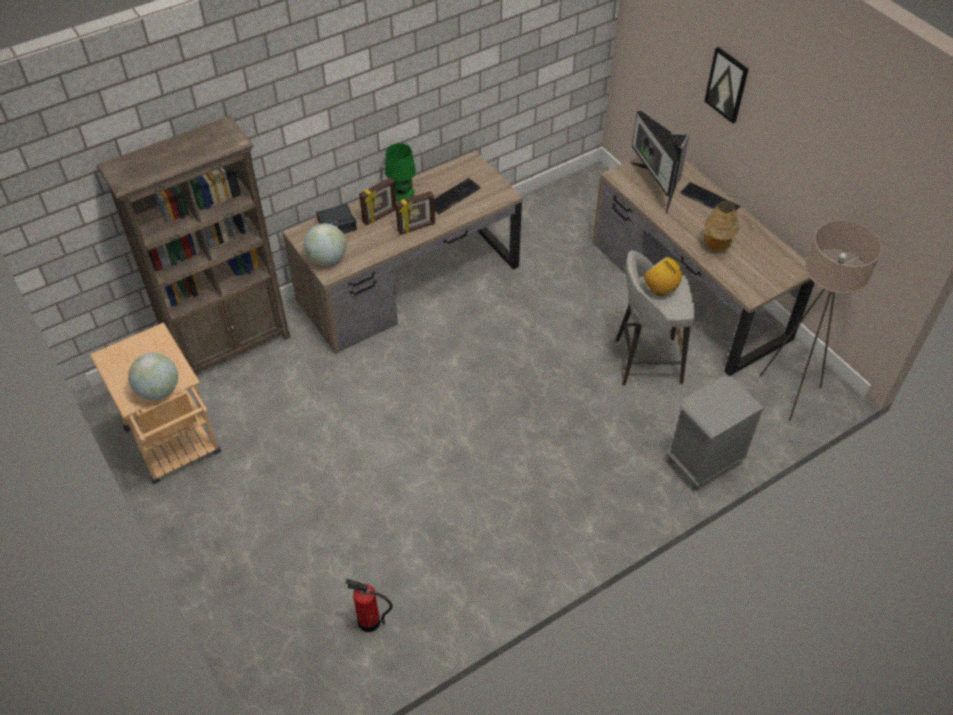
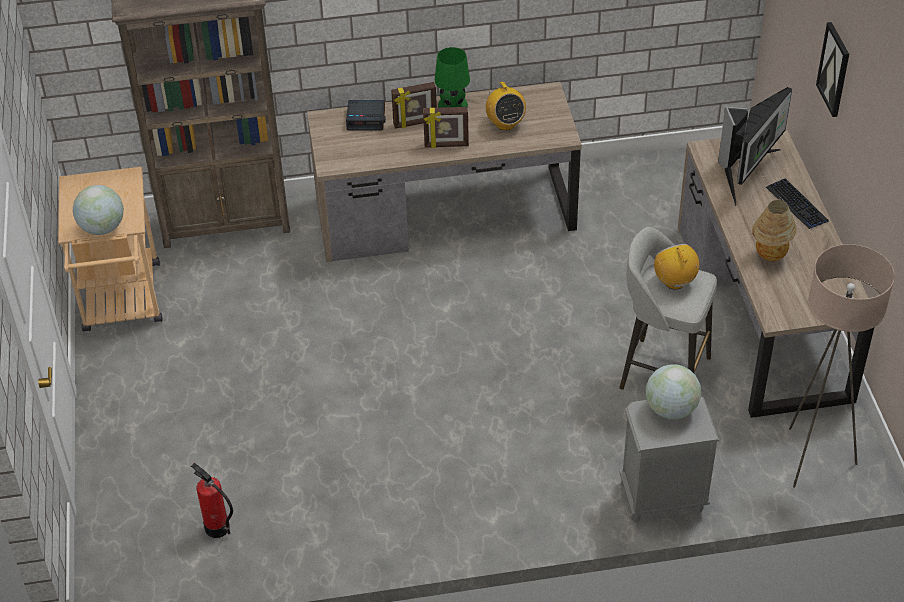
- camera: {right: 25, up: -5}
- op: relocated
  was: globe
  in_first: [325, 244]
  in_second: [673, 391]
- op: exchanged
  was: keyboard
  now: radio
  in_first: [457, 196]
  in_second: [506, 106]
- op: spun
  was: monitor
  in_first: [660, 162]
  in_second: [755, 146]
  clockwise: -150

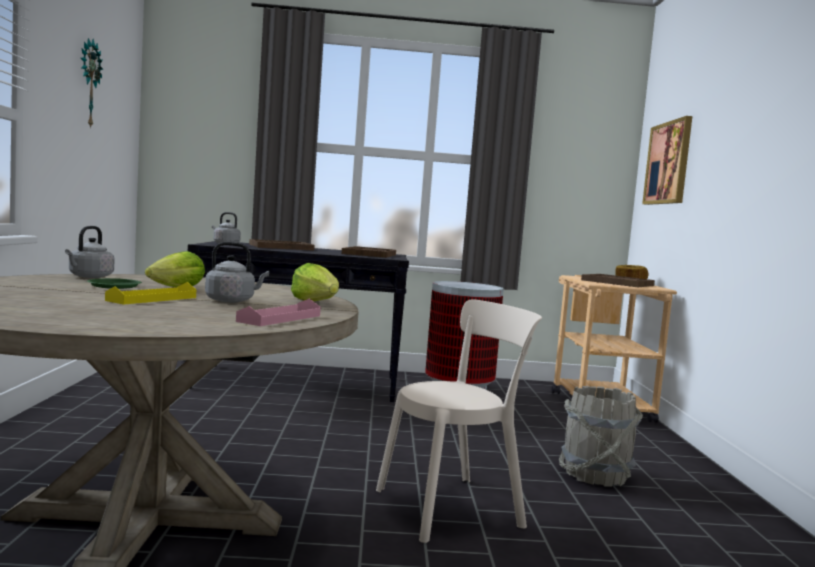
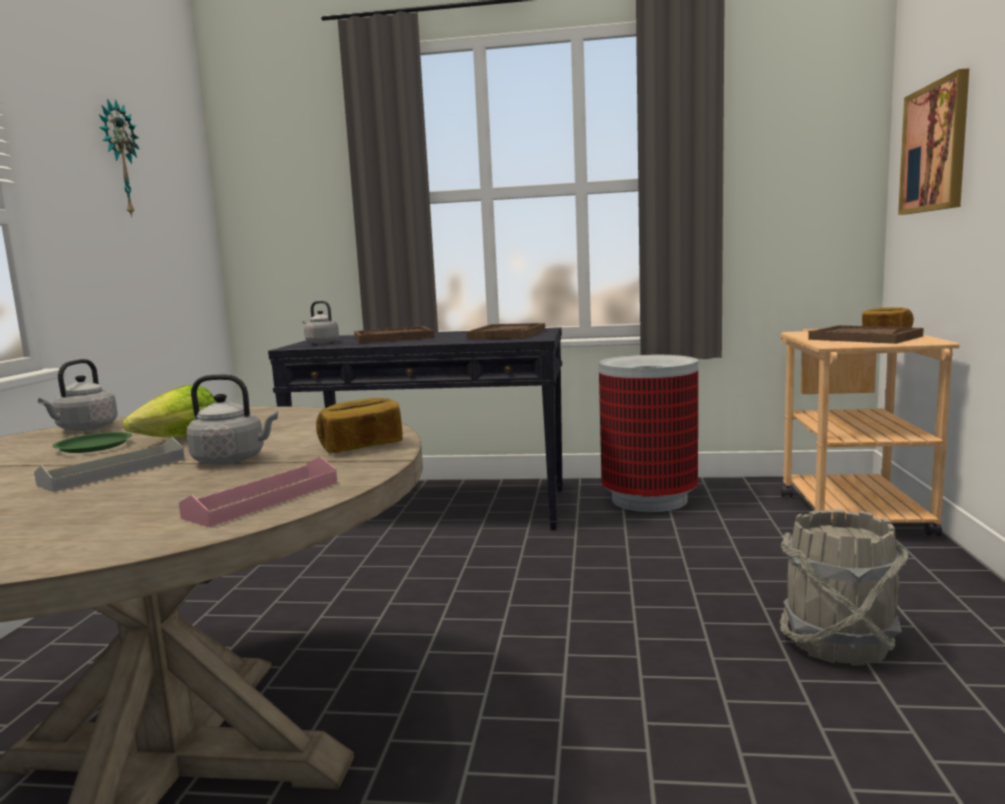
- camera: {right: 10, up: 5}
- op: colour
  was: tray in yellow
  now: tray in grey
  in_first: [150, 293]
  in_second: [109, 464]
- op: exchanged
  was: lettuce
  now: bread
  in_first: [315, 282]
  in_second: [359, 425]
- op: missing
  was: chair in beige
  in_first: [459, 421]

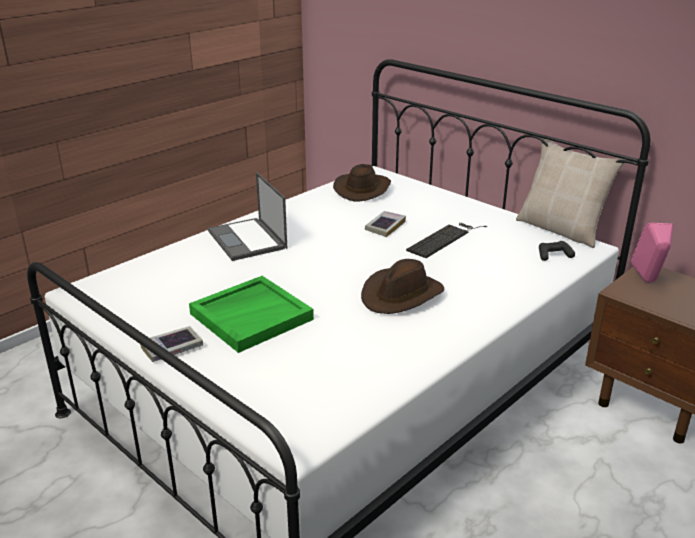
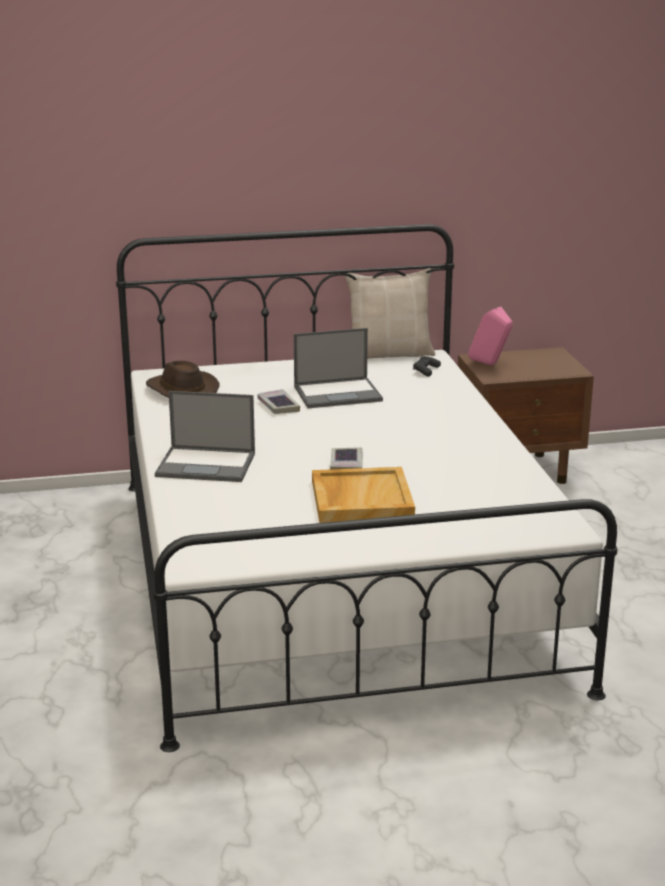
- camera: {right: -55, up: -5}
- op: relocated
  was: book
  in_first: [172, 344]
  in_second: [346, 458]
- op: colour
  was: tray in green
  now: tray in beige
  in_first: [251, 314]
  in_second: [363, 495]
- op: missing
  was: hat in brown
  in_first: [402, 286]
- op: exchanged
  was: keyboard
  now: laptop
  in_first: [446, 240]
  in_second: [338, 368]

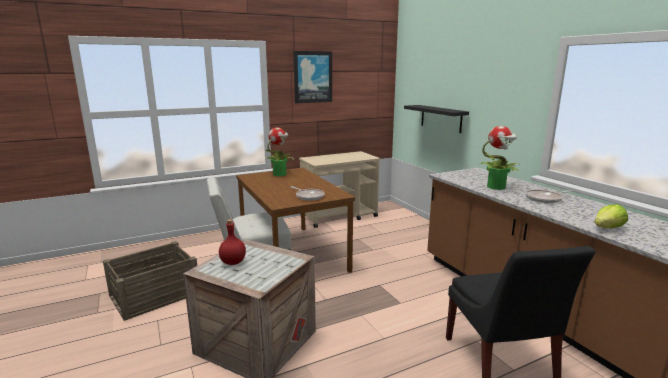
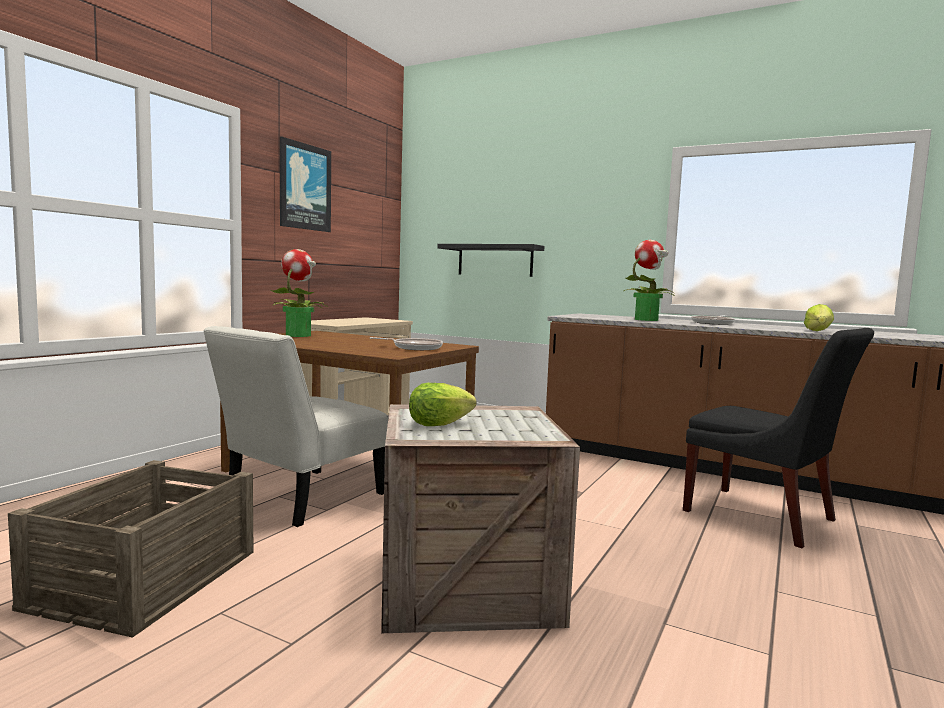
- camera: {right: -35, up: -10}
- op: exchanged
  was: bottle in red
  now: lettuce
  in_first: [232, 242]
  in_second: [442, 404]

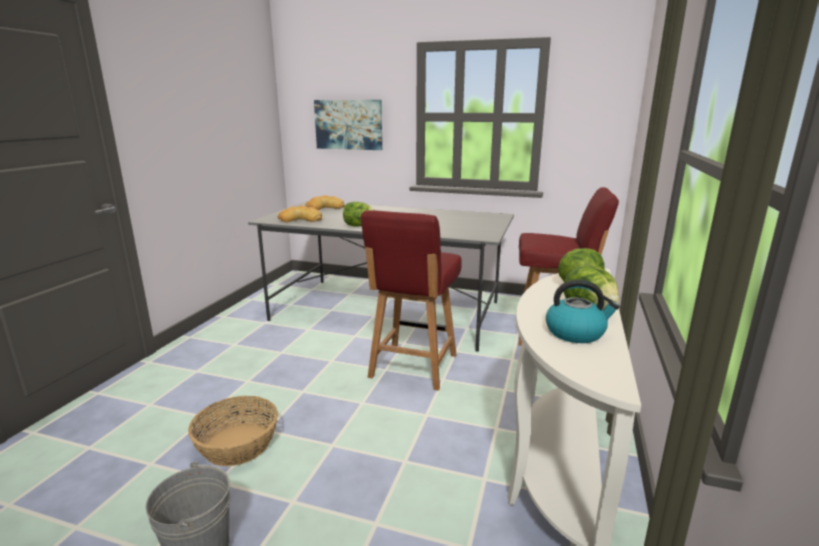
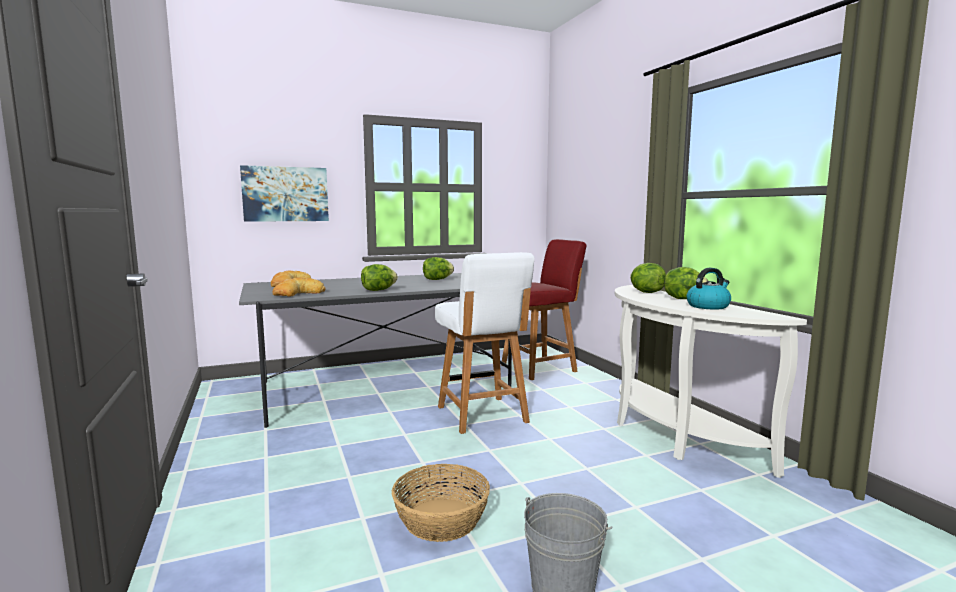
- camera: {right: -40, up: -10}
- op: colour
  was: chair in red
  now: chair in white
  in_first: [411, 300]
  in_second: [485, 343]
- op: appeared
  now: lettuce
  in_second: [438, 268]

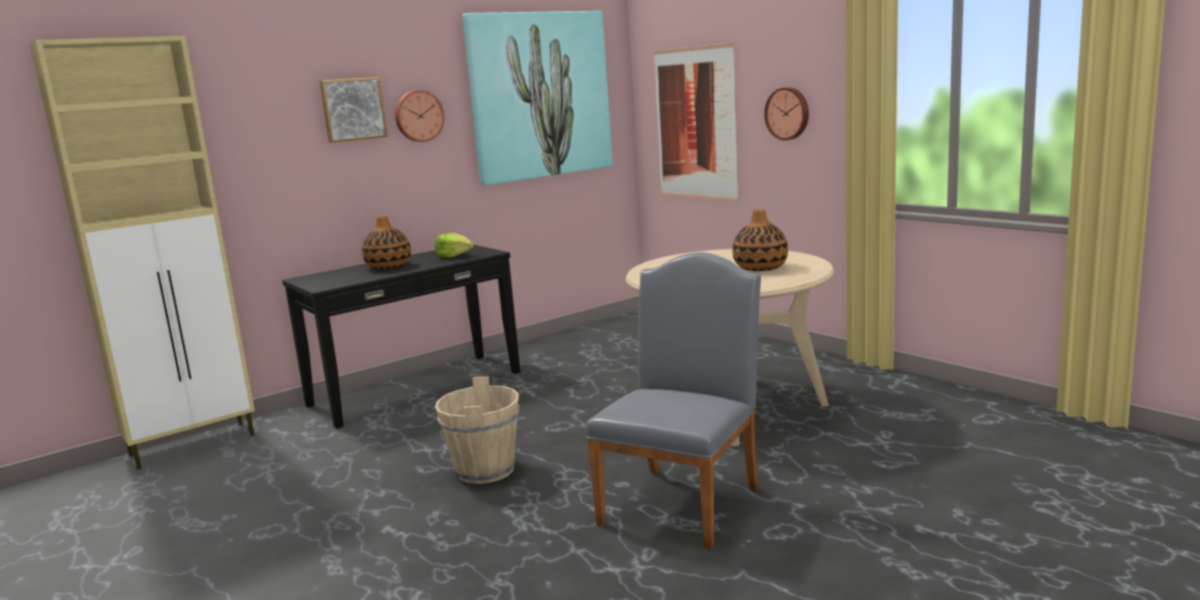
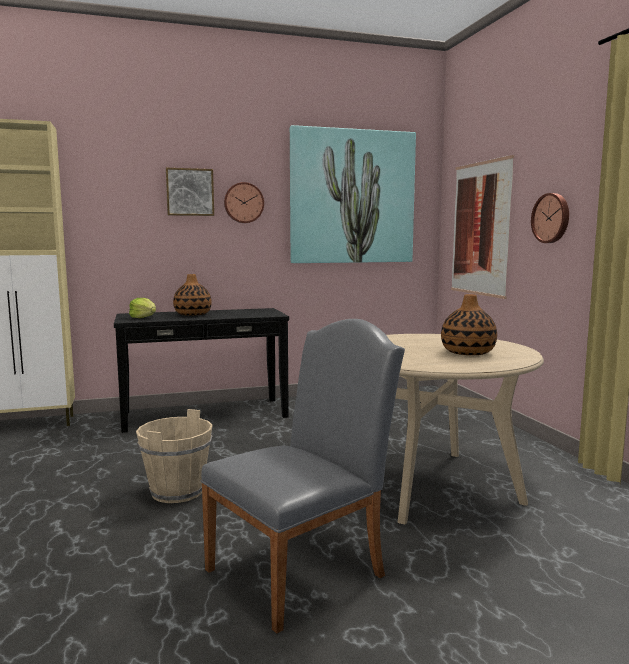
- camera: {right: 20, up: -5}
- op: relocated
  was: lettuce
  in_first: [454, 245]
  in_second: [142, 308]

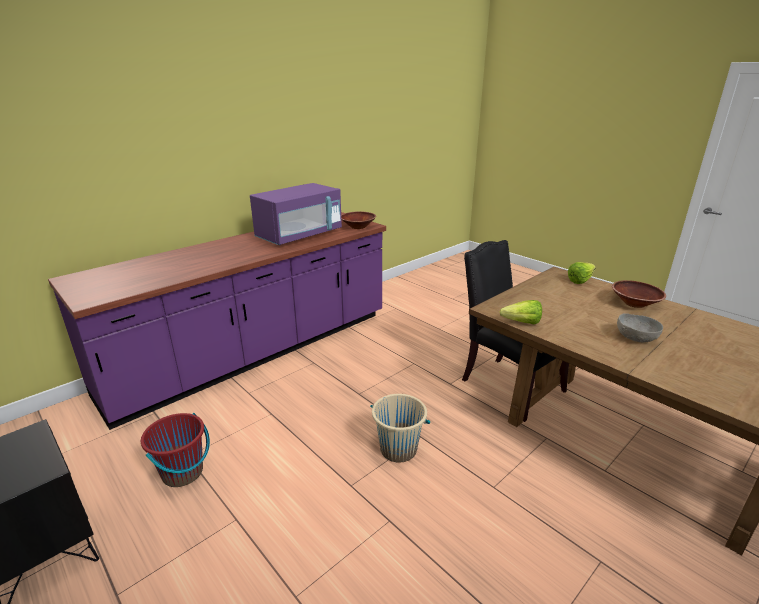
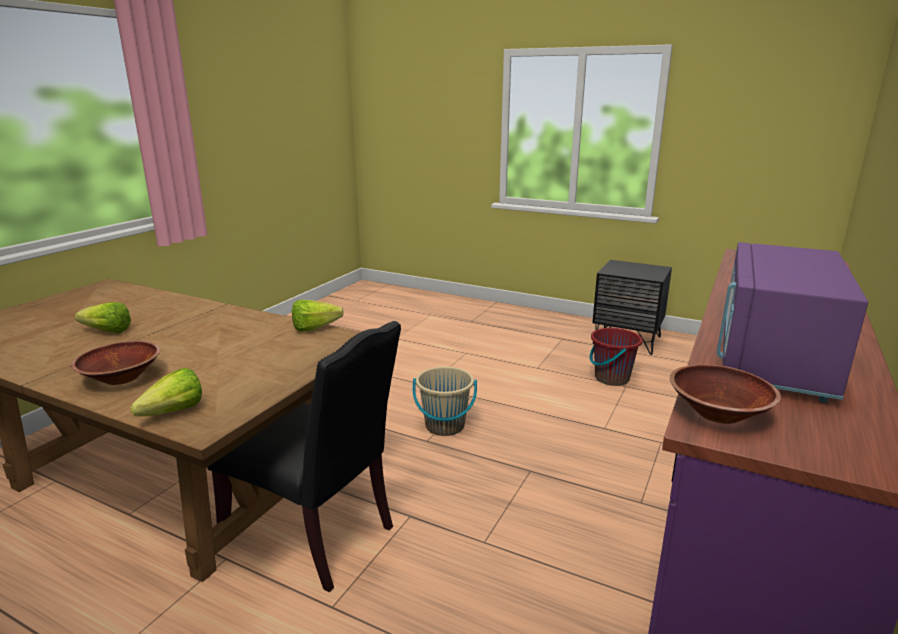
- camera: {right: 160, up: -5}
- op: missing
  was: bowl in grey
  in_first: [640, 327]
- op: appeared
  now: lettuce
  in_second: [103, 317]

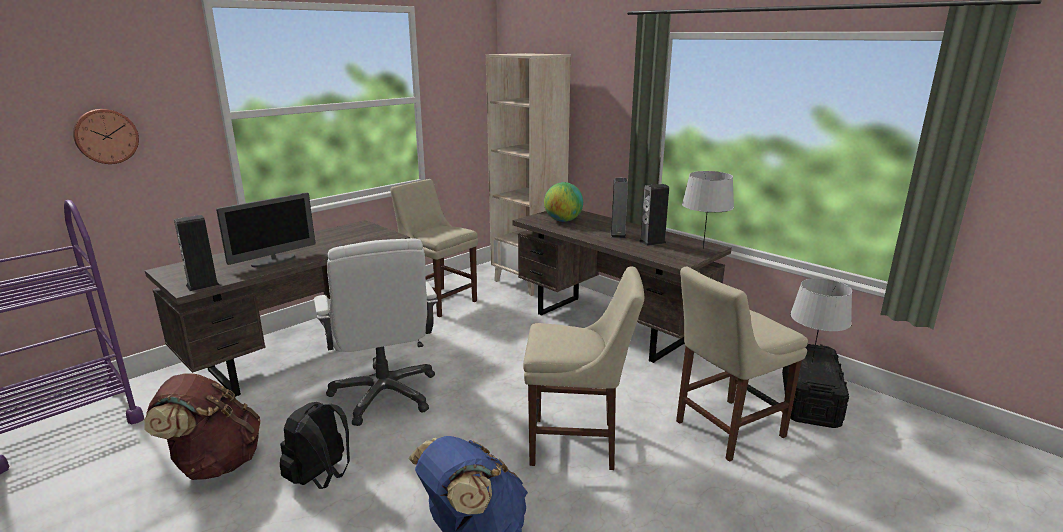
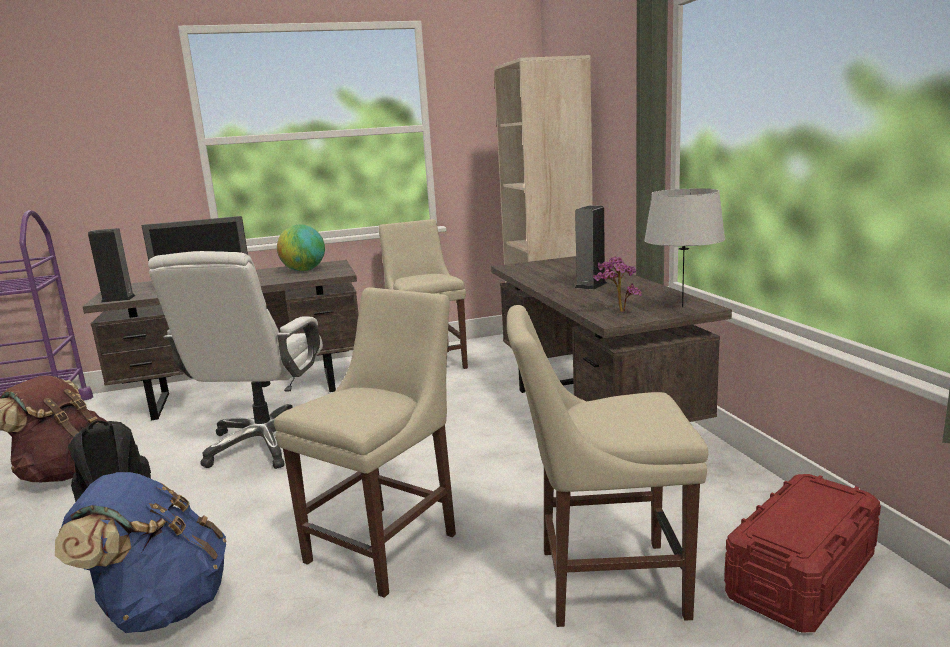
- camera: {right: 30, up: -5}
- op: missing
  was: wall clock
  in_first: [106, 136]
- op: spun
  was: chair in beige
  in_first: [583, 368]
  in_second: [365, 442]
  clockwise: -90
- op: relocated
  was: globe
  in_first: [563, 202]
  in_second: [301, 247]
- op: missing
  was: speaker
  in_first: [654, 215]
- op: colour
  was: storage box in black
  now: storage box in red
  in_first: [815, 386]
  in_second: [802, 553]
- op: missing
  was: table lamp in grey
  in_first: [821, 320]
- op: appeared
  now: potted plant
  in_second: [617, 284]

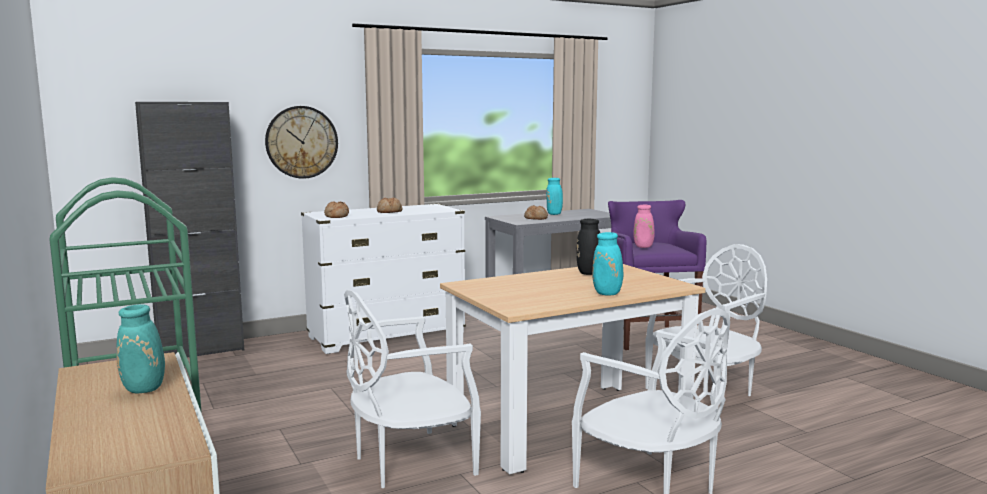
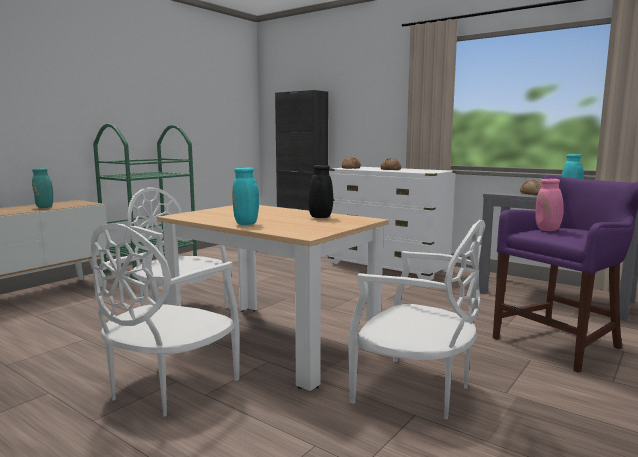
- camera: {right: 65, up: 0}
- op: missing
  was: wall clock
  in_first: [301, 142]

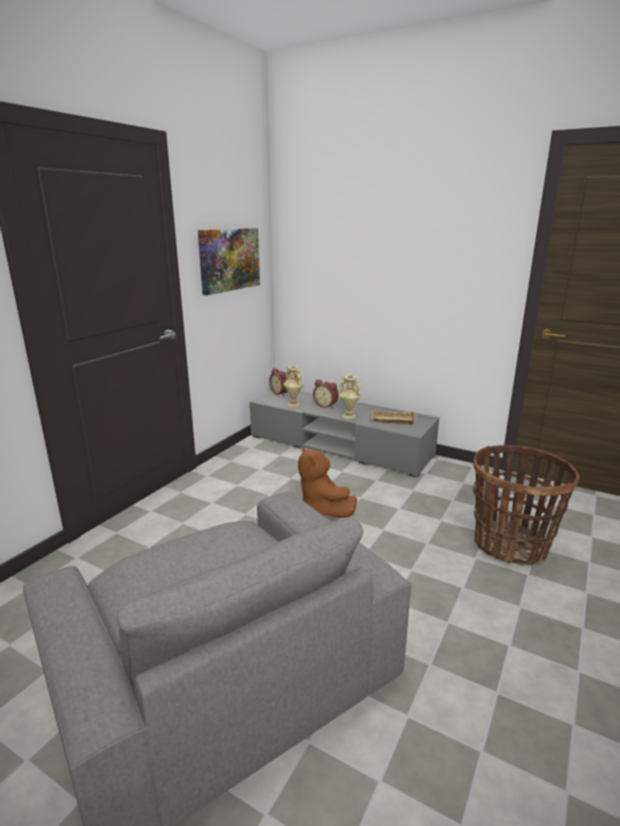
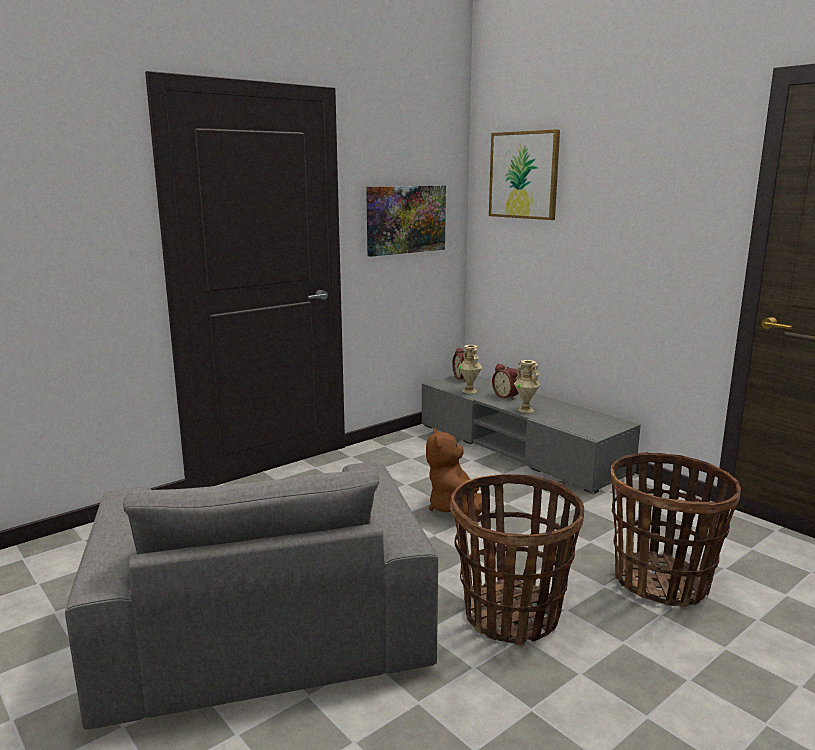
- camera: {right: 20, up: -5}
- op: missing
  was: tray in beige
  in_first: [393, 417]
- op: appeared
  now: basket
  in_second: [517, 559]
- op: appeared
  now: picture
  in_second: [524, 174]

